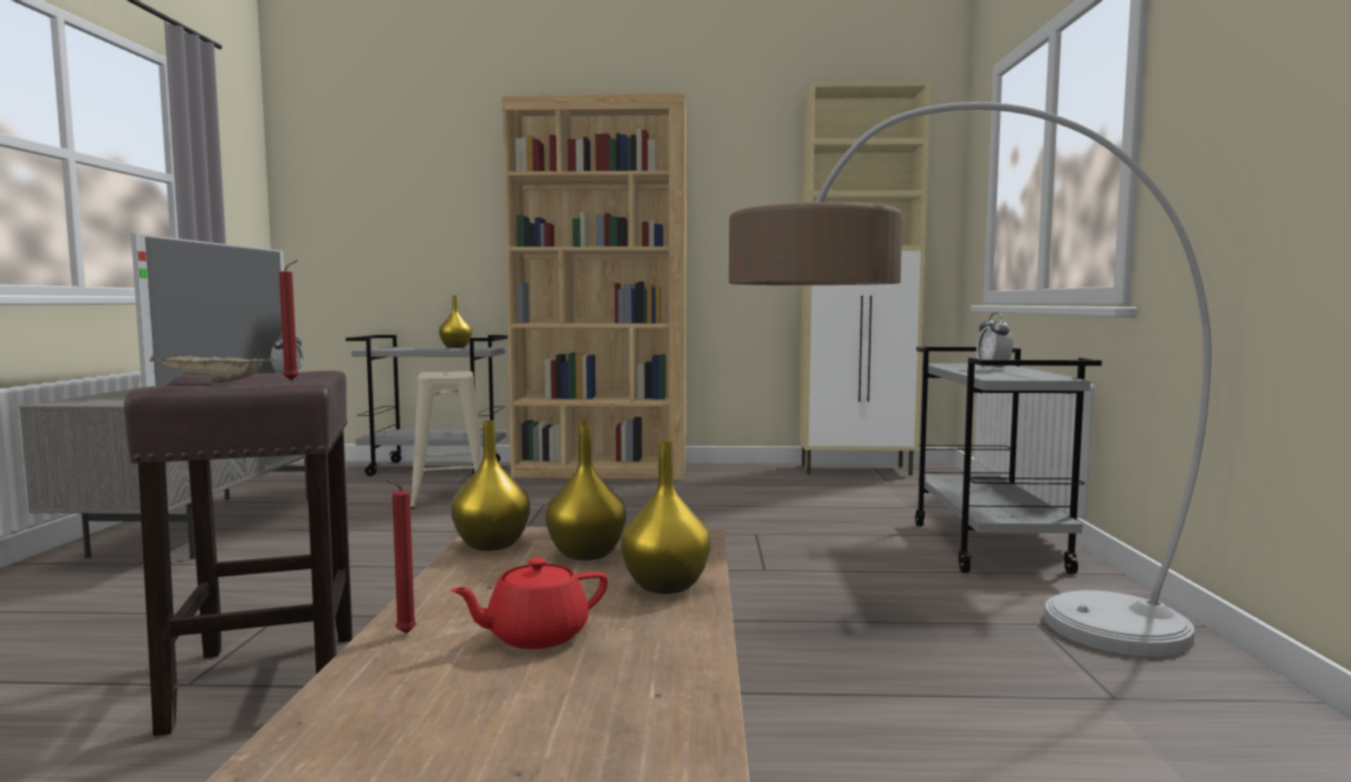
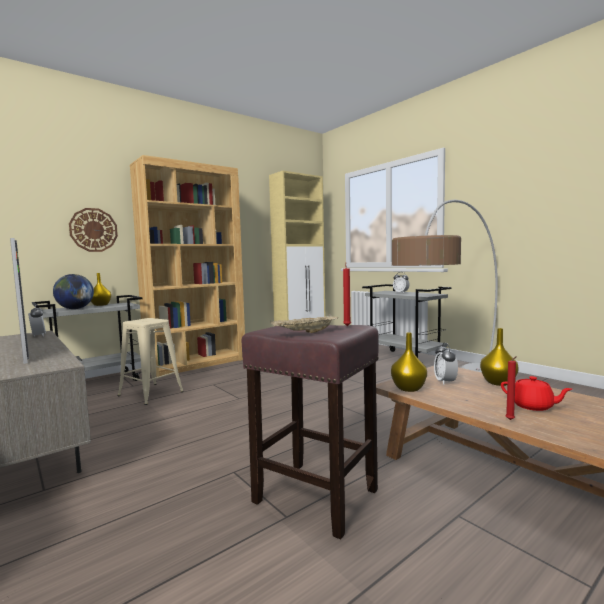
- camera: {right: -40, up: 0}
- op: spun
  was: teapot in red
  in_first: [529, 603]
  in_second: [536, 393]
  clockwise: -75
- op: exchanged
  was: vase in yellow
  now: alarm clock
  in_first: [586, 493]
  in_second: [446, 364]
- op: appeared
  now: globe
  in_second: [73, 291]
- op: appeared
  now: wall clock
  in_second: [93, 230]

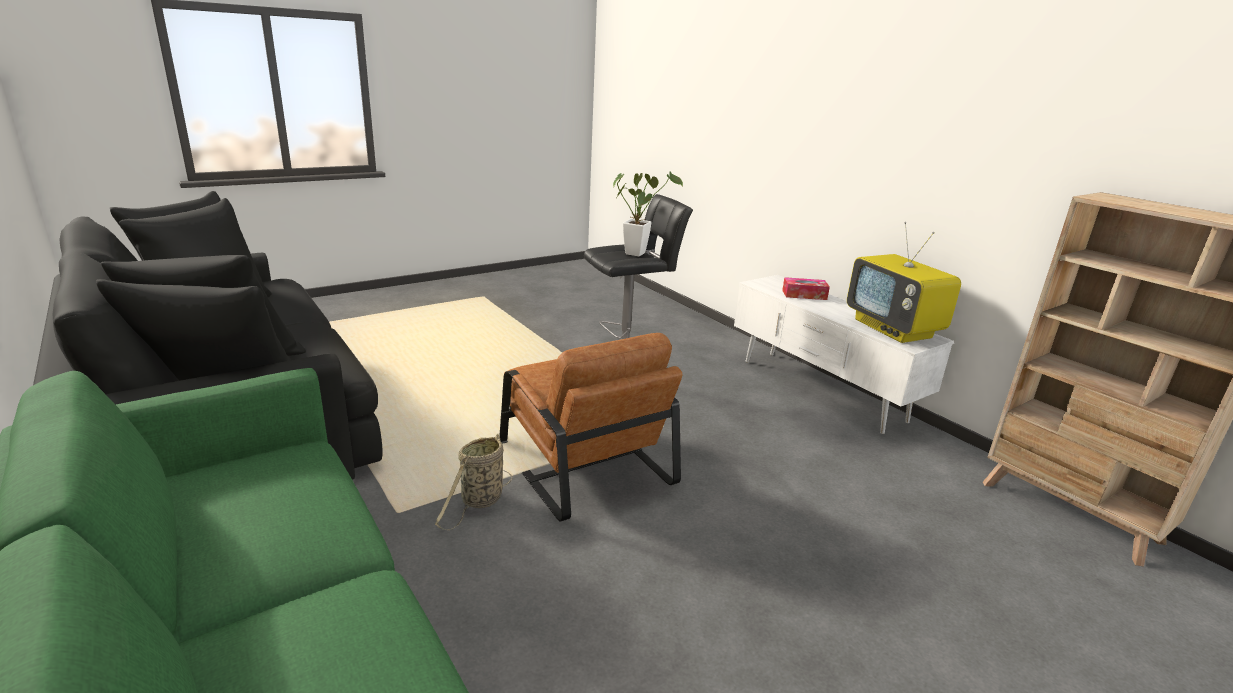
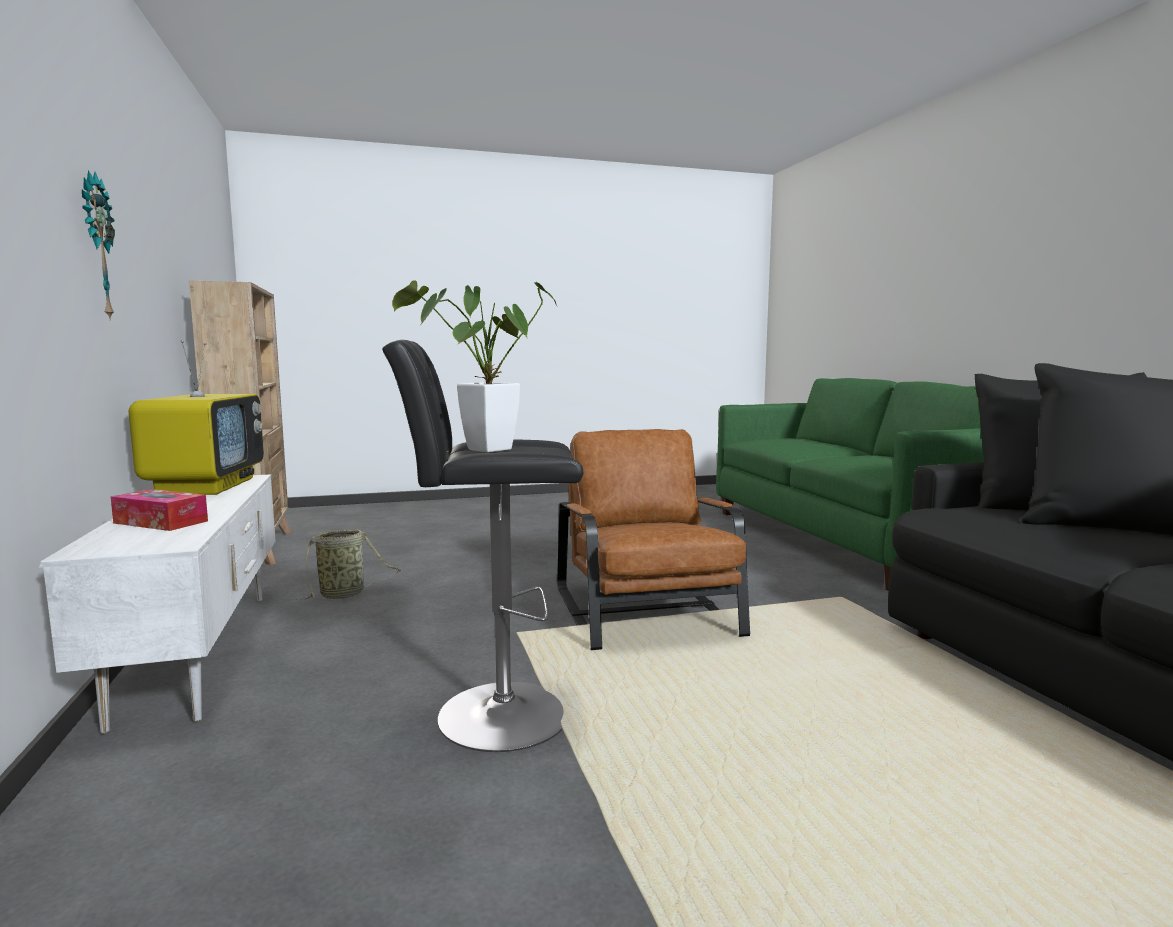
- camera: {right: -160, up: -15}
- op: relocated
  was: basket
  in_first: [473, 481]
  in_second: [349, 565]
- op: appeared
  now: wall clock
  in_second: [98, 245]

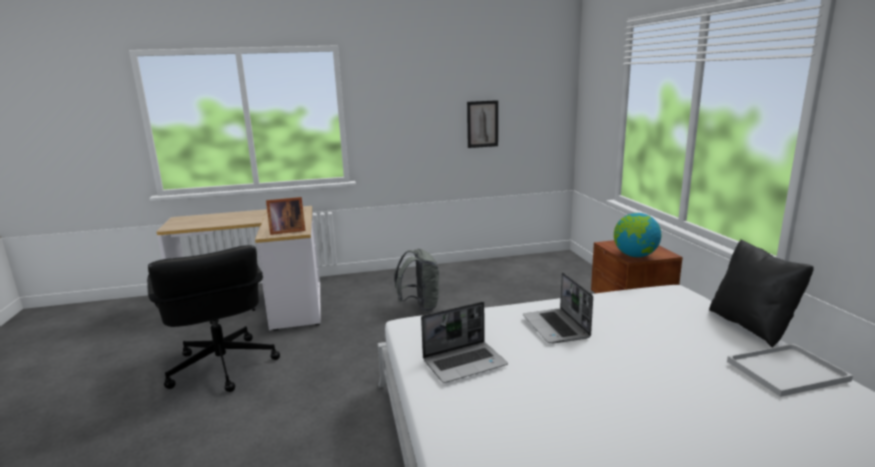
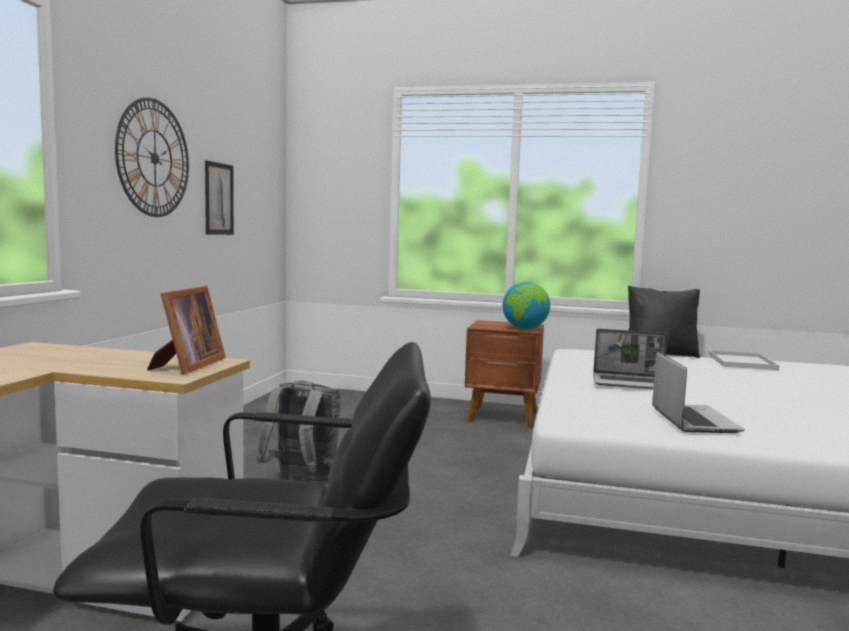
- camera: {right: -65, up: -10}
- op: appeared
  now: wall clock
  in_second: [152, 157]

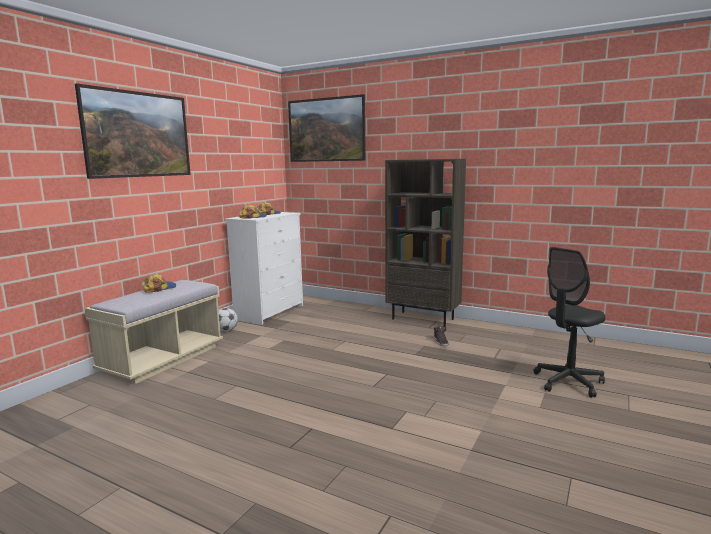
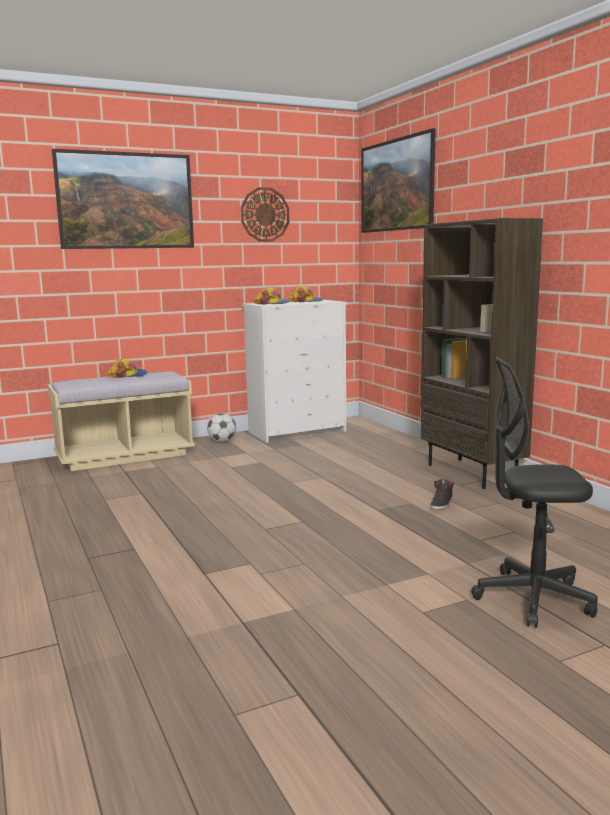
- camera: {right: 35, up: 0}
- op: appeared
  now: wall clock
  in_second: [265, 214]

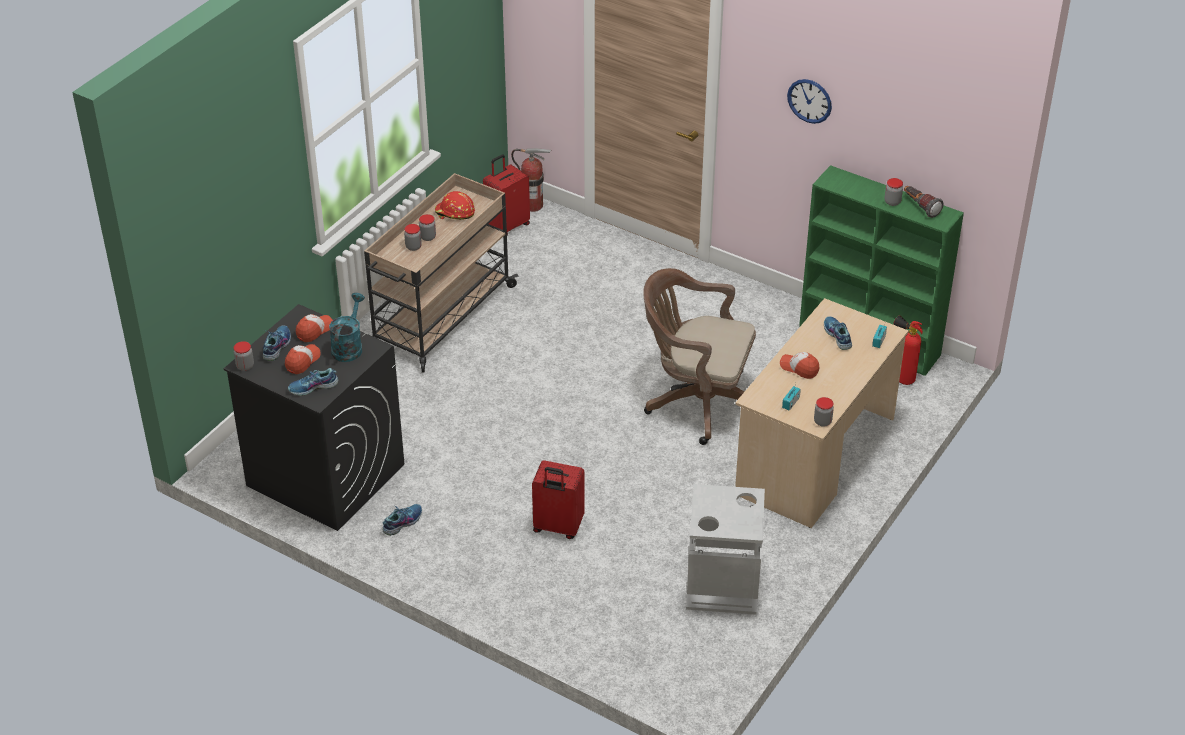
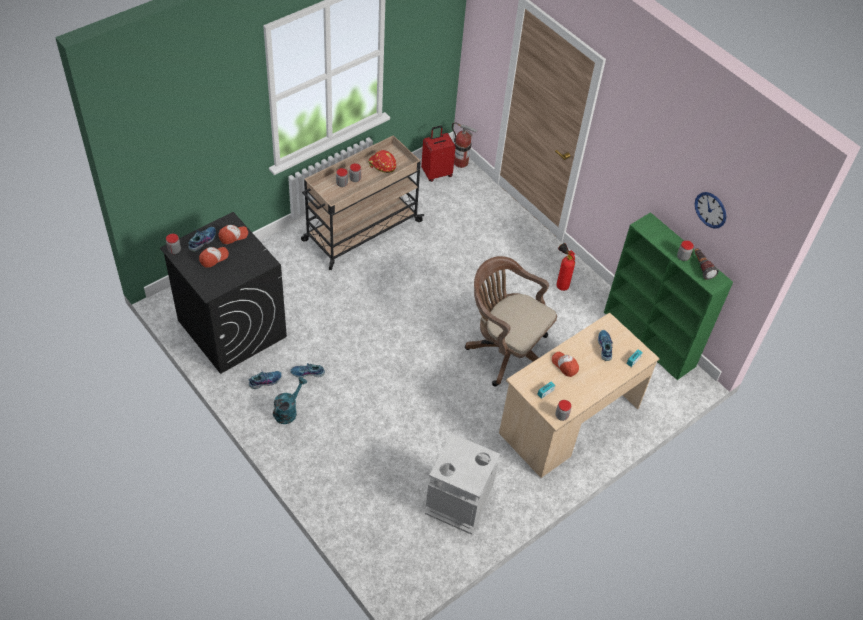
- camera: {right: 15, up: 10}
- op: relocated
  was: shoe
  in_first: [313, 382]
  in_second: [307, 370]
- op: relocated
  was: watering can in turquoise
  in_first: [347, 327]
  in_second: [290, 400]
- op: missing
  was: suitcase in red
  in_first: [558, 499]
- op: relocated
  was: wall clock
  in_first: [809, 101]
  in_second: [710, 210]
- op: relocated
  was: fire extinguisher
  in_first: [908, 350]
  in_second: [565, 267]

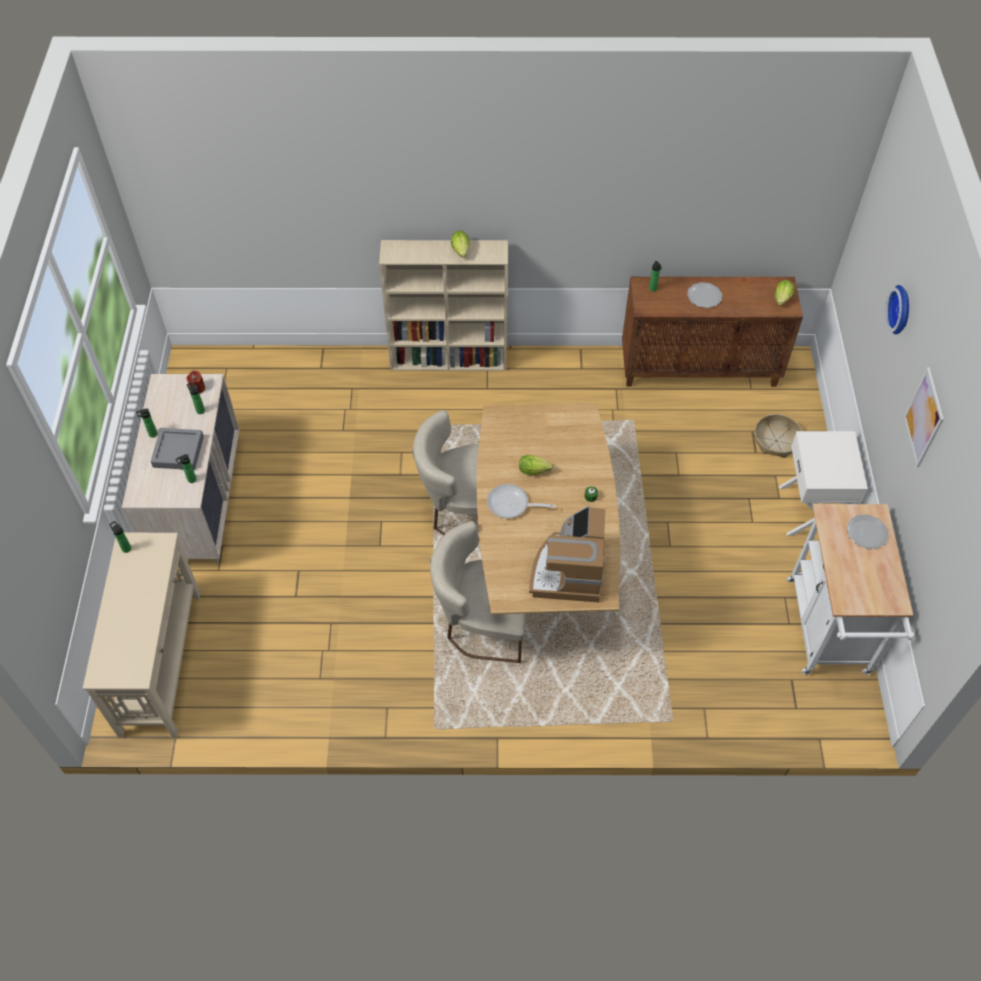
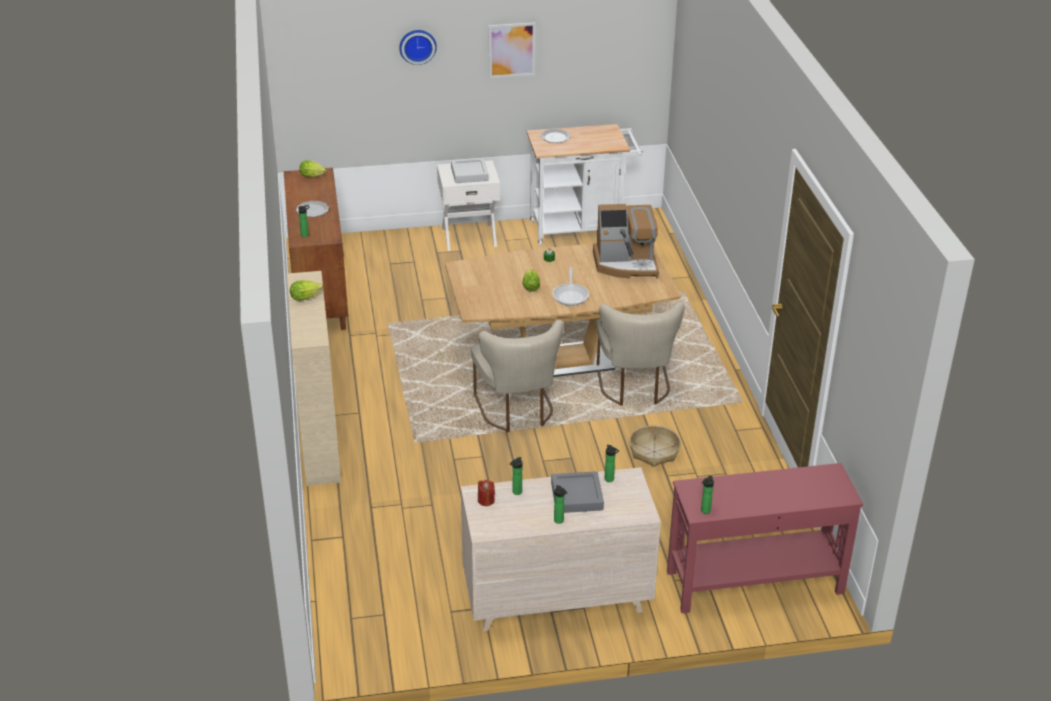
- camera: {right: -100, up: -20}
- op: colour
  was: console table in beige
  now: console table in red
  in_first: [142, 635]
  in_second: [765, 538]
- op: relocated
  was: basket
  in_first: [778, 436]
  in_second: [655, 446]
- op: appeared
  now: tray in grey
  in_second: [470, 170]

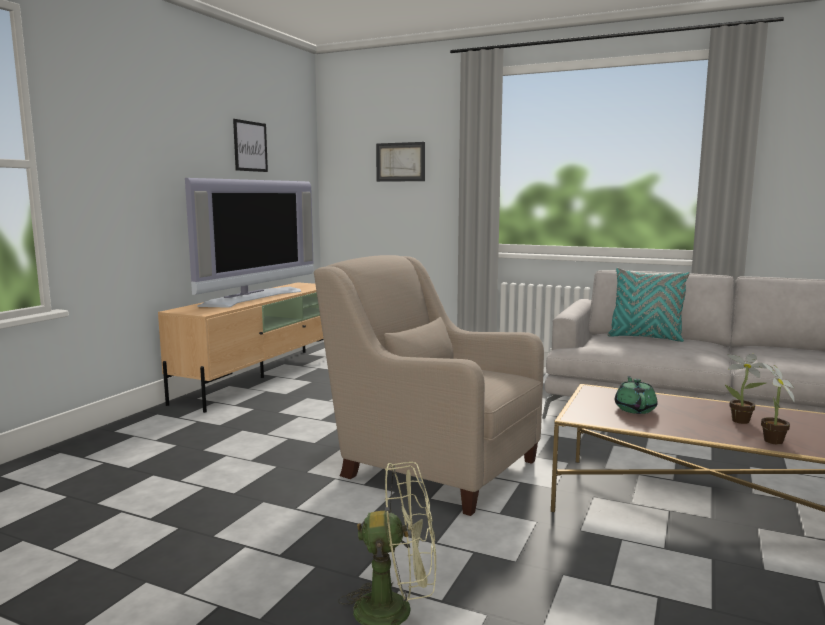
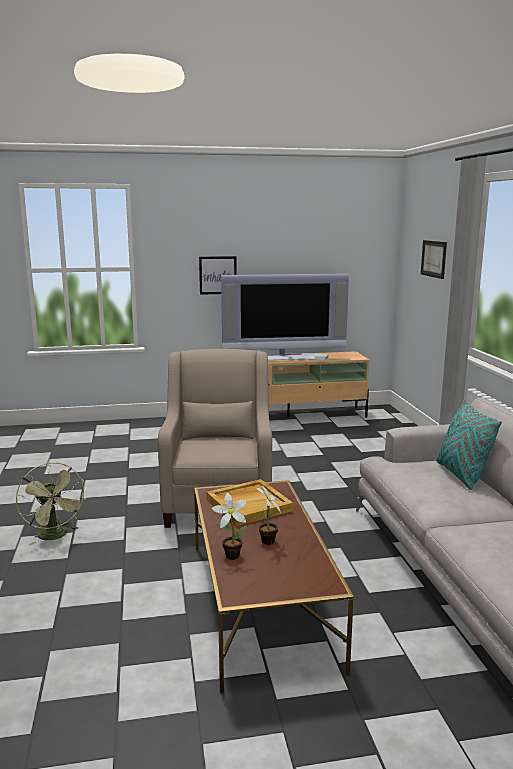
- camera: {right: 55, up: 5}
- op: relocated
  was: picture
  in_first: [250, 145]
  in_second: [218, 275]
- op: exchanged
  was: teapot in green
  now: tray in beige
  in_first: [636, 395]
  in_second: [249, 503]

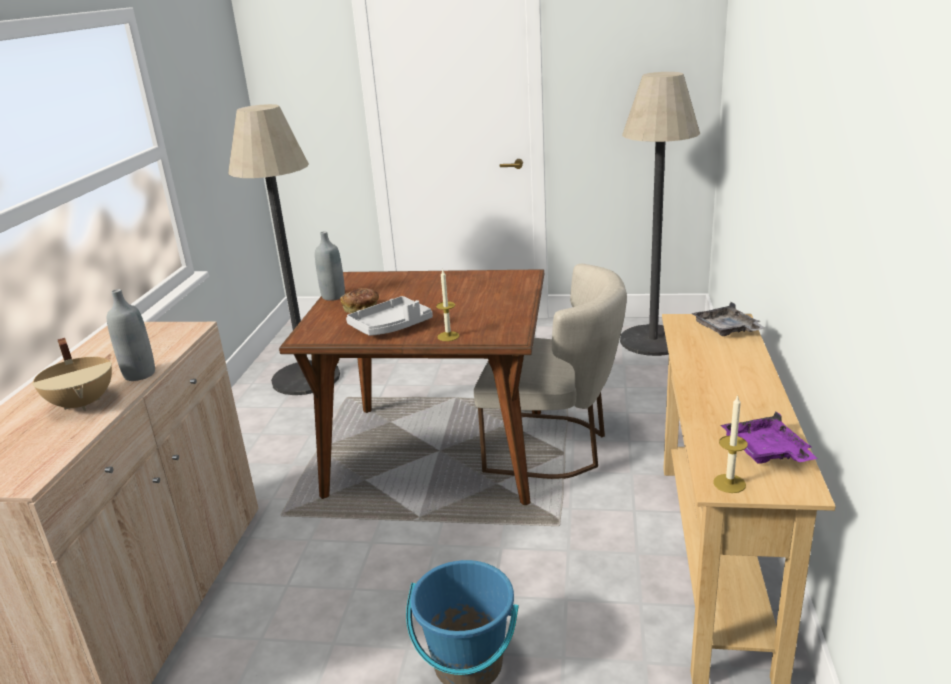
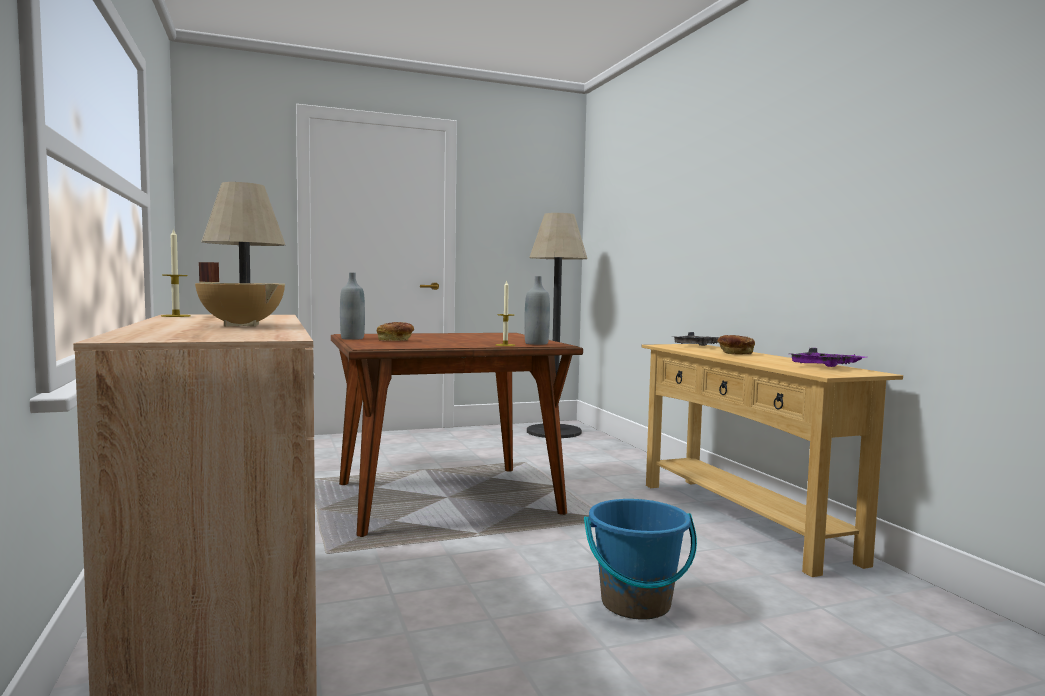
- camera: {right: -30, up: -20}
- op: relocated
  was: bottle in grey
  in_first: [131, 335]
  in_second: [537, 310]
- op: missing
  was: tray in grey
  in_first: [389, 316]
- op: missing
  was: chair in beige
  in_first: [550, 371]
- op: relocated
  was: candle
  in_first: [730, 444]
  in_second: [176, 272]
- op: appeared
  now: bread
  in_second: [736, 345]

